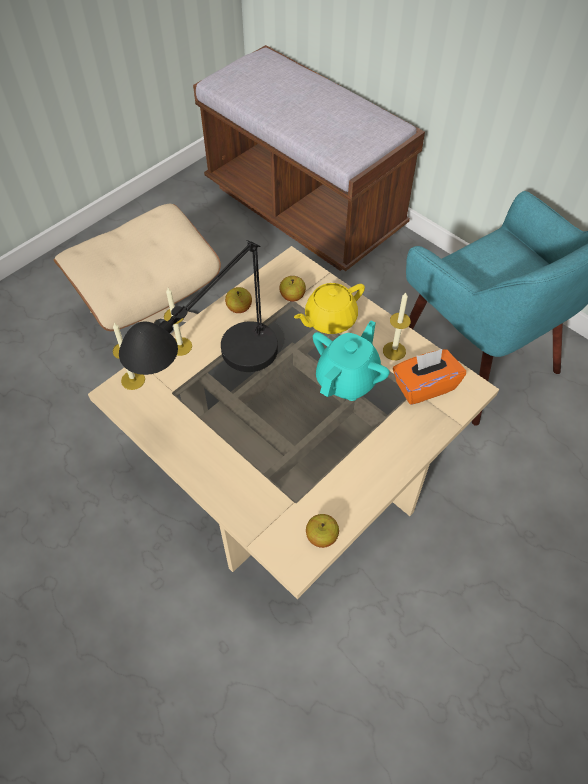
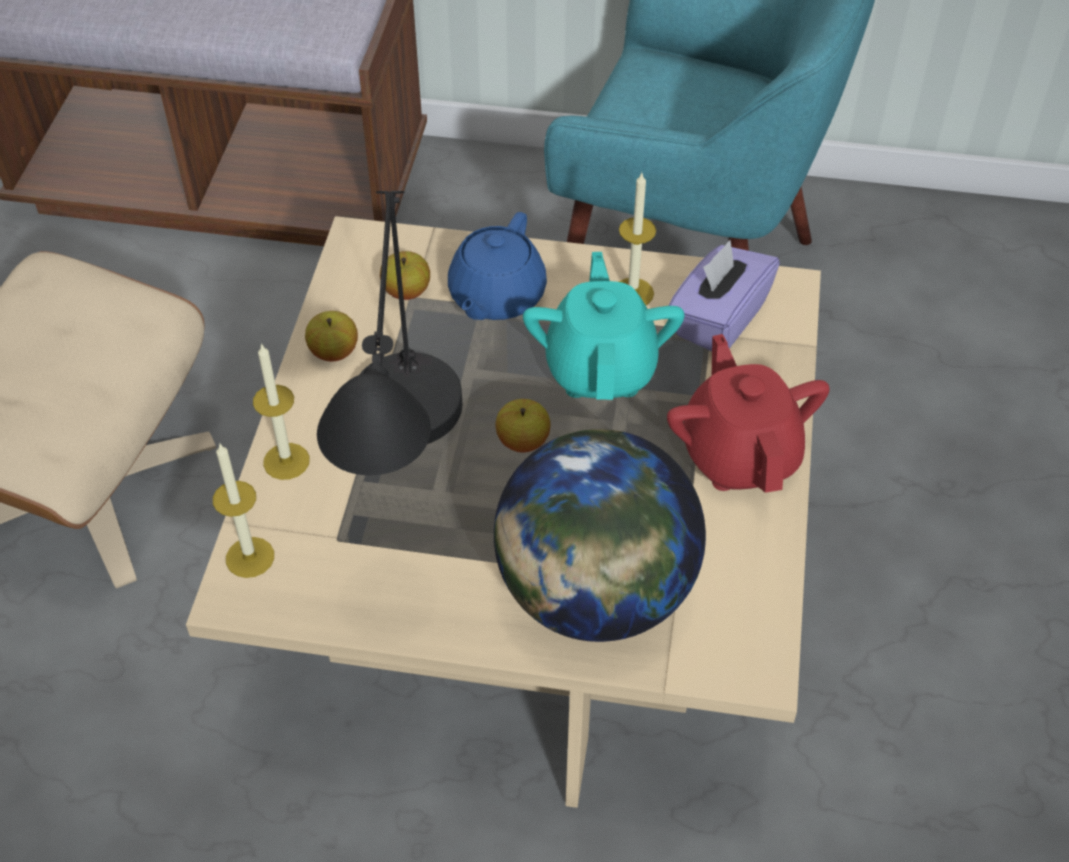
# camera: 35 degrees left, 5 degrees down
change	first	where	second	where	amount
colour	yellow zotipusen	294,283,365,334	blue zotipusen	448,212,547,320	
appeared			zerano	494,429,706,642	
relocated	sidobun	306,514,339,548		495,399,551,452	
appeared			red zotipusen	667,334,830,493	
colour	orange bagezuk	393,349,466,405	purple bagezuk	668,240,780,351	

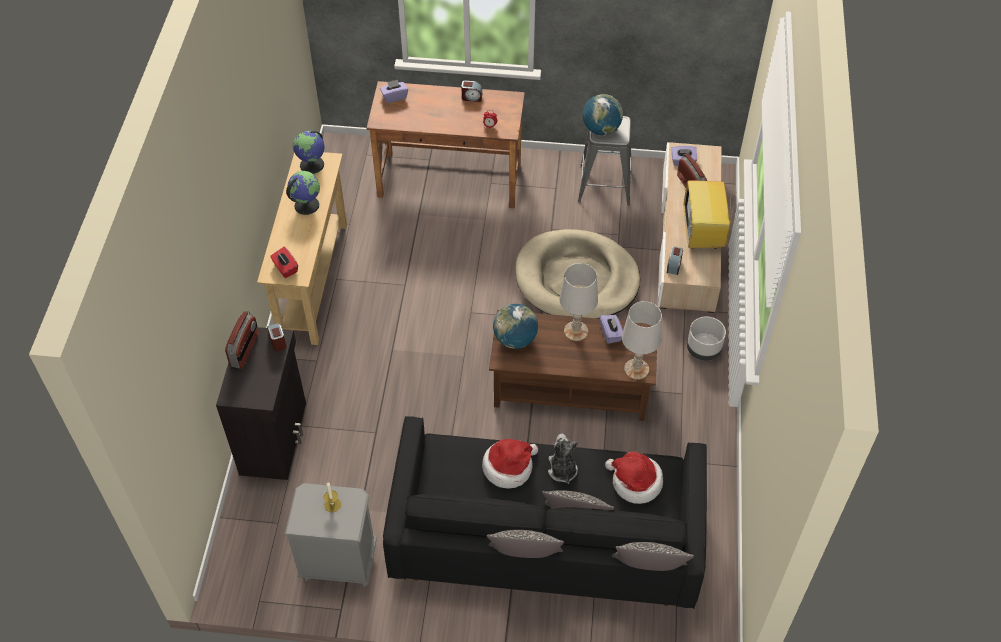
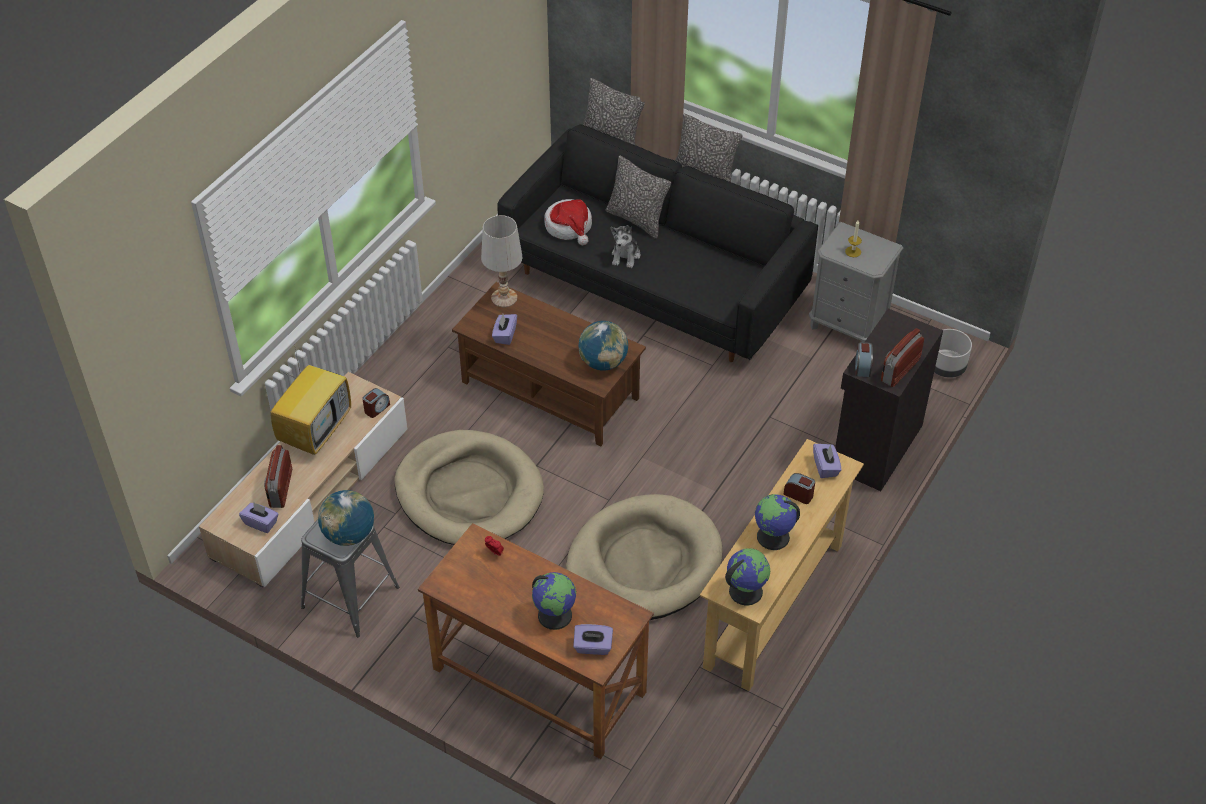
# camera: 155 degrees left, 5 degrees down
change	first	where	second	where	amount
appeared			zerano	532,572,576,630	
appeared			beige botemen	566,494,723,620	
relocated	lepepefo	461,81,482,102		783,473,815,504	
colour	red bagezuk	270,247,298,278	purple bagezuk	813,444,842,478	
relocated	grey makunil	687,316,726,361		934,329,972,378	
missing	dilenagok	482,439,538,489			
missing	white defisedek	559,263,598,341			

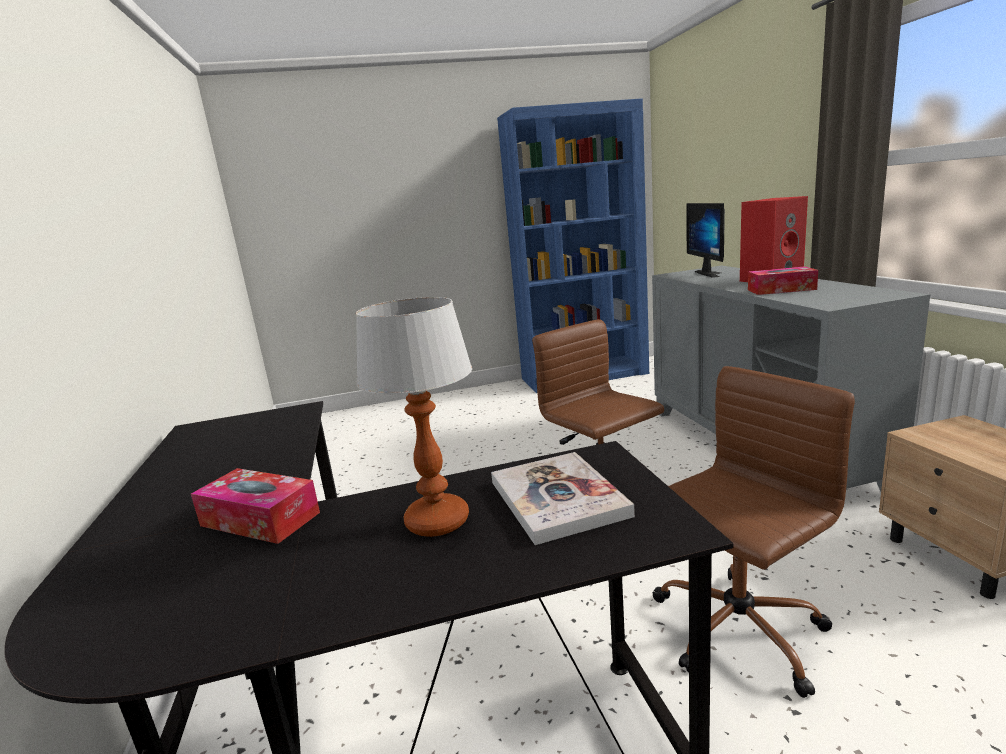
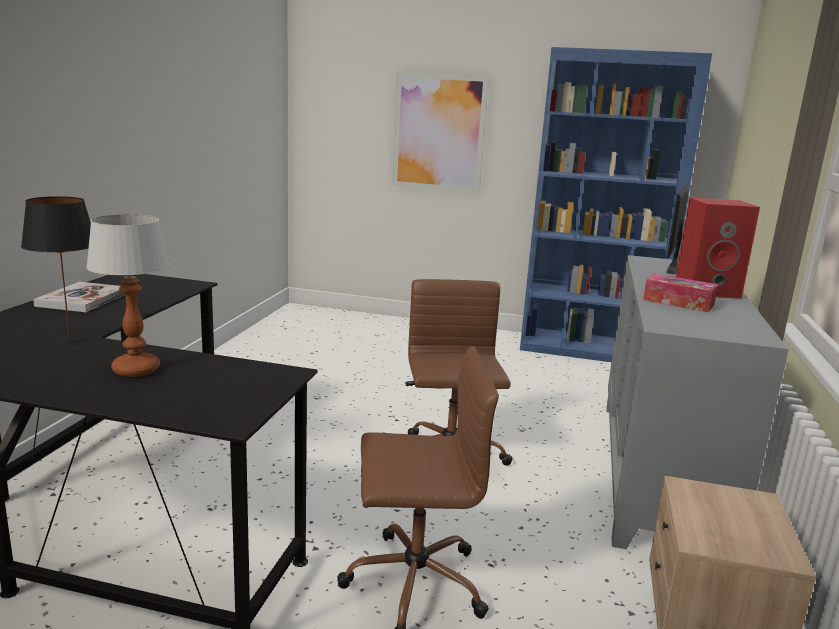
# camera: 25 degrees right, 0 degrees up
change	first	where	second	where	amount
exchanged	bagezuk	191,468,320,544	black defisedek	21,196,91,343	
relocated	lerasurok	491,452,635,545		33,282,125,312	
appeared			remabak	392,72,489,193	

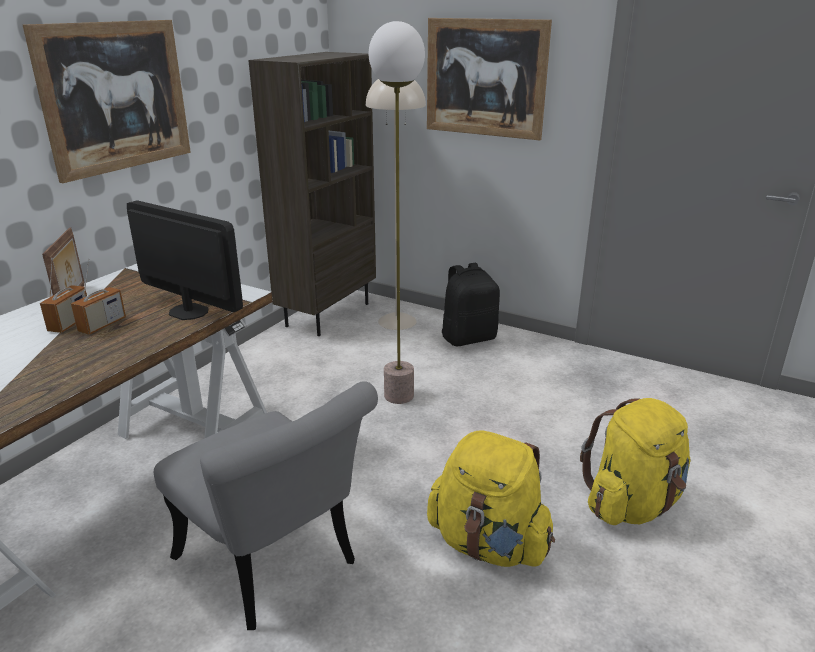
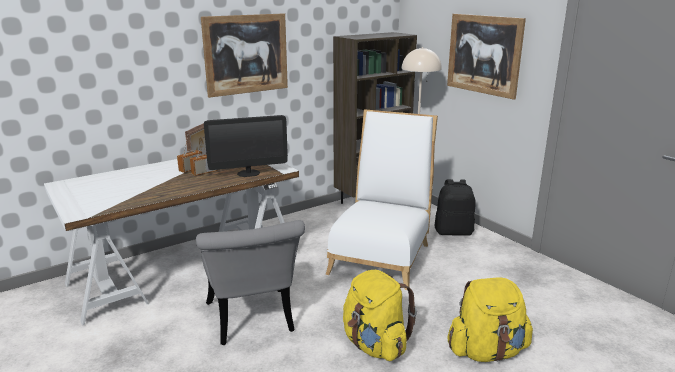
# camera: 25 degrees right, 5 degrees down
change	first	where	second	where	amount
spun	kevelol	127,200,243,320		204,115,288,177	105 degrees clockwise
exchanged	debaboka	369,21,425,404	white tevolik	326,109,438,290	

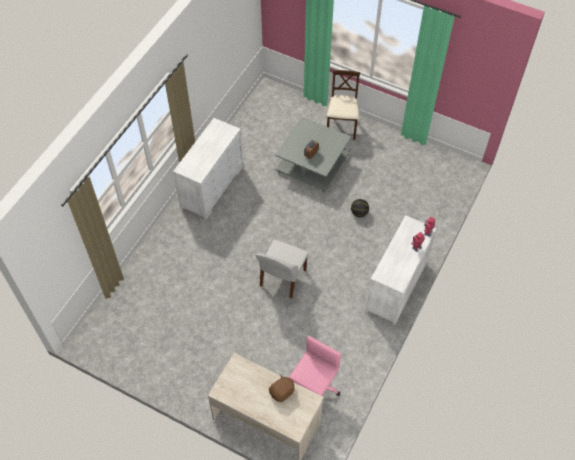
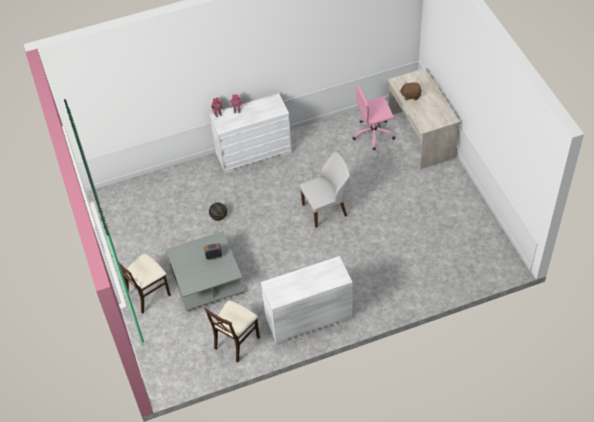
# camera: 135 degrees left, 5 degrees down
change	first	where	second	where	amount
appeared			beige tevolik	205,300,260,363	

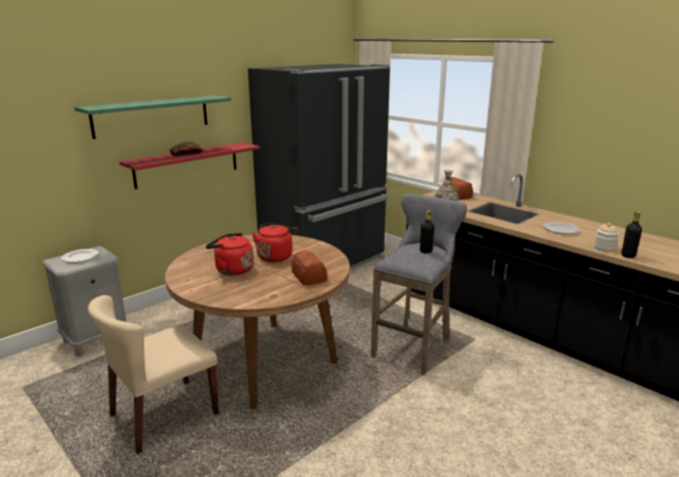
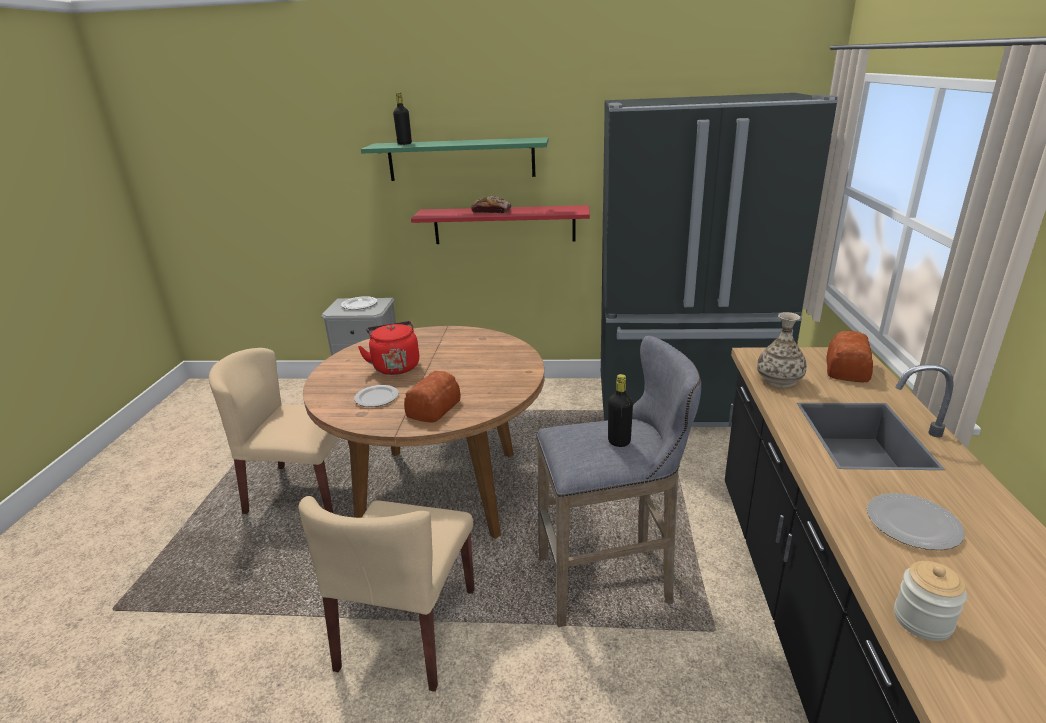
# camera: 50 degrees right, 5 degrees up
change	first	where	second	where	amount
appeared			beige tevolik	298,496,475,692	
appeared			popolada	354,385,399,407	
relocated	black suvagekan	621,211,642,258		393,92,412,145	
missing	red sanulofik	252,223,298,262			

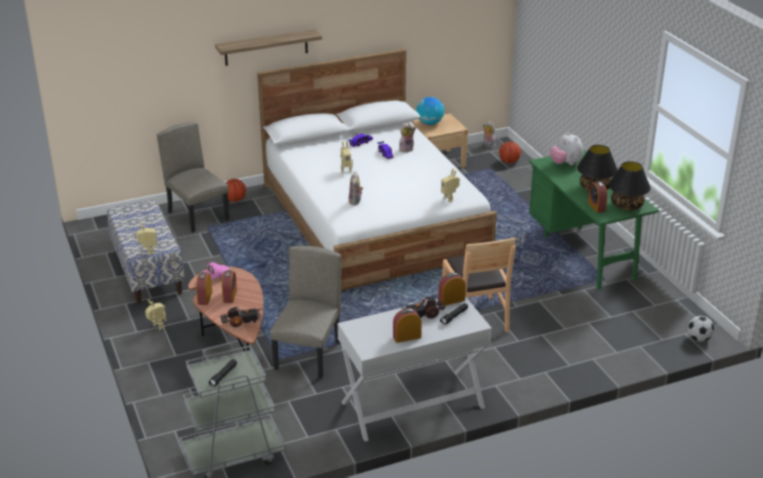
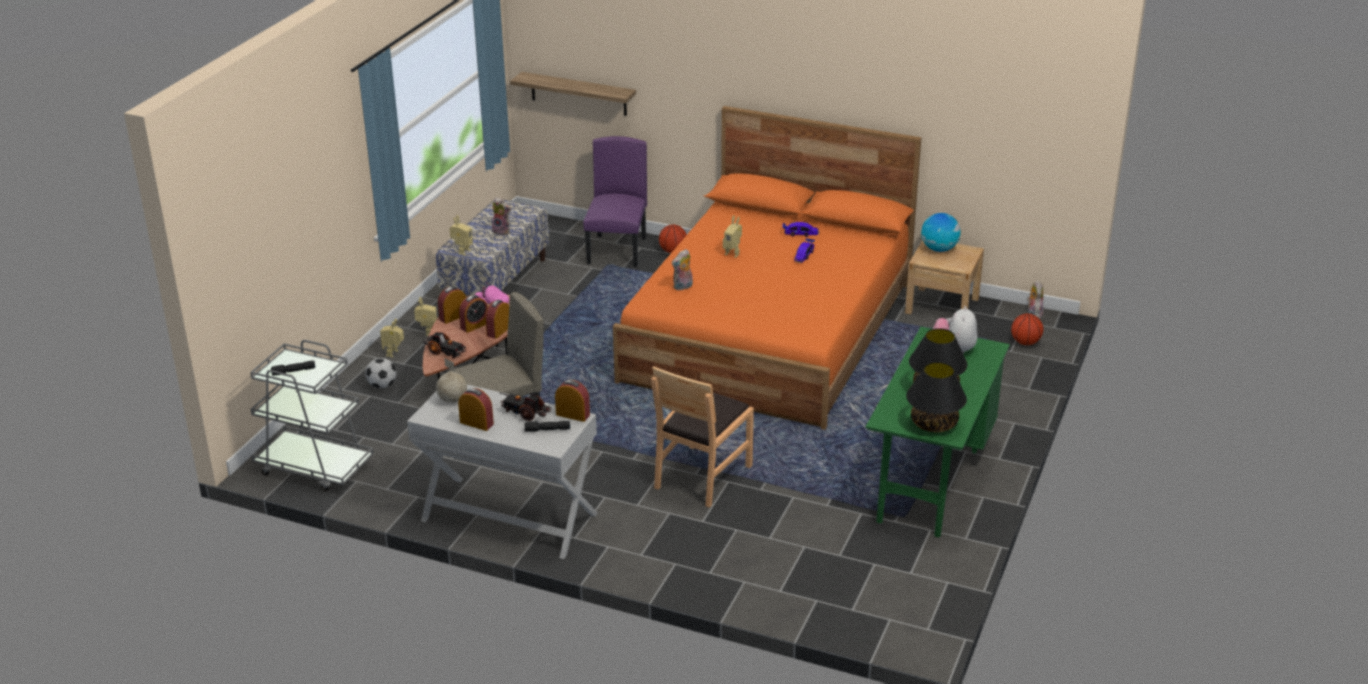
# camera: 45 degrees right, 0 degrees up
change	first	where	second	where	amount
relocated	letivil	688,316,714,342		366,358,396,388	
relocated	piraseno	441,169,460,202		380,319,404,357	
appeared			zerano	436,358,467,403	
relocated	lepepefo	588,181,607,213		485,300,509,339	
relocated	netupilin	399,123,416,152		492,197,511,236	
relocated	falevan	215,29,322,66		510,72,636,116	
colour	beige tevolik	157,122,229,233	purple tevolik	583,136,647,267	
colour	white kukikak	257,49,497,291	orange kukikak	613,106,921,430	

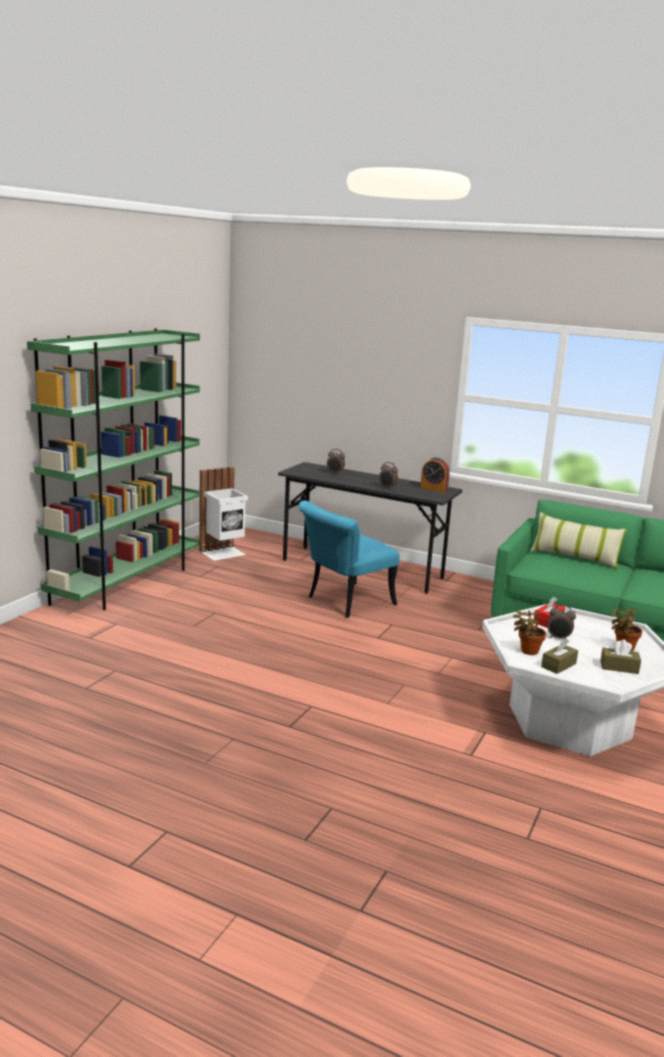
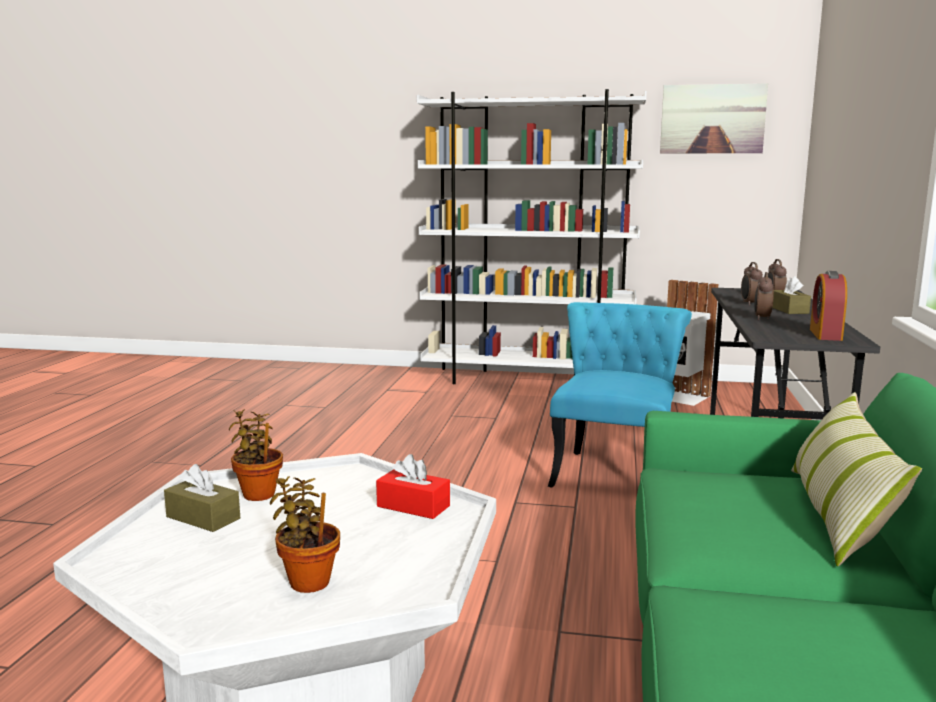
# camera: 75 degrees right, 5 degrees down
change	first	where	second	where	amount
colour	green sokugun	27,328,200,610	white sokugun	417,89,647,384	
spun	turquoise tevolik	298,500,400,618		548,302,692,488	75 degrees clockwise
appeared			remabak	660,83,768,153	
relocated	lepepefo	547,605,576,639		741,262,763,306	
relocated	brown bagezuk	600,640,641,674		773,276,811,314	

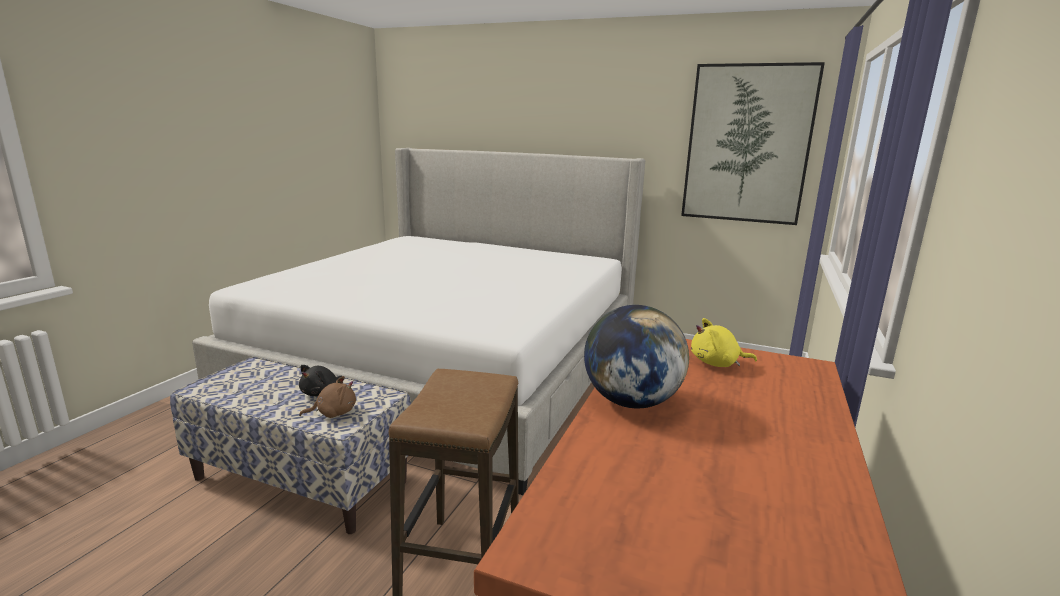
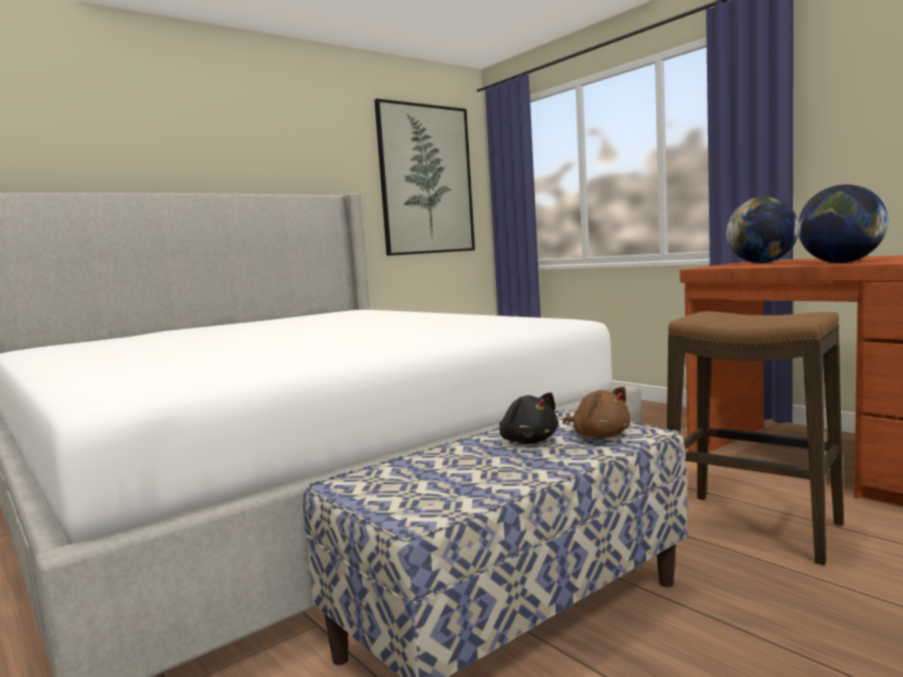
# camera: 60 degrees left, 10 degrees down
change	first	where	second	where	amount
spun	brown netupilin	299,376,356,418		563,386,631,438	135 degrees clockwise
exchanged	yellow netupilin	691,318,757,367	zerano	726,197,798,263	

